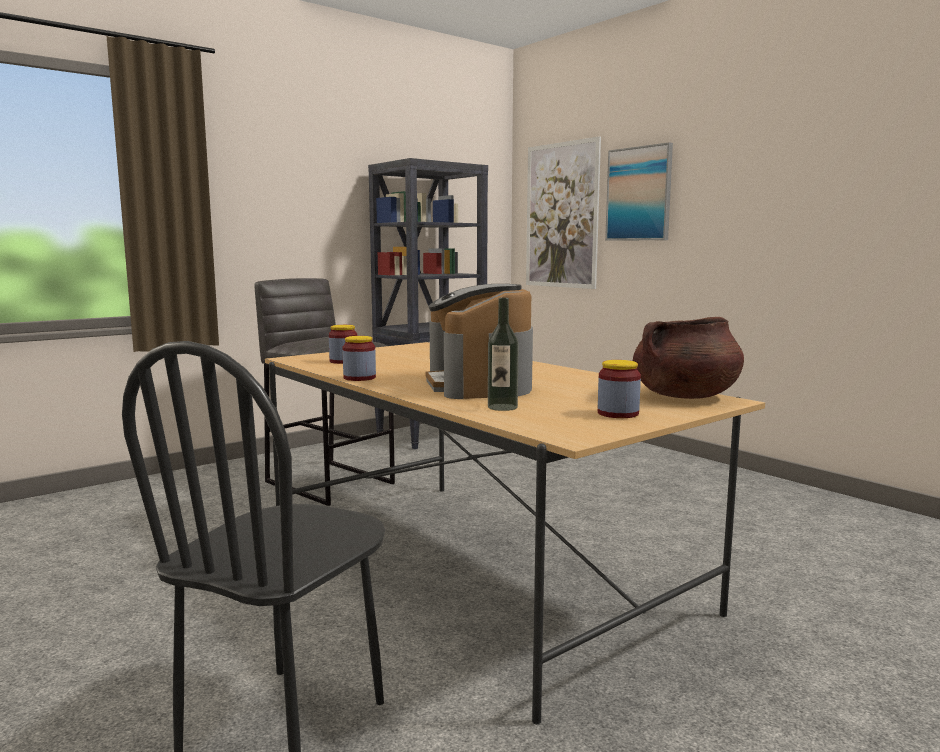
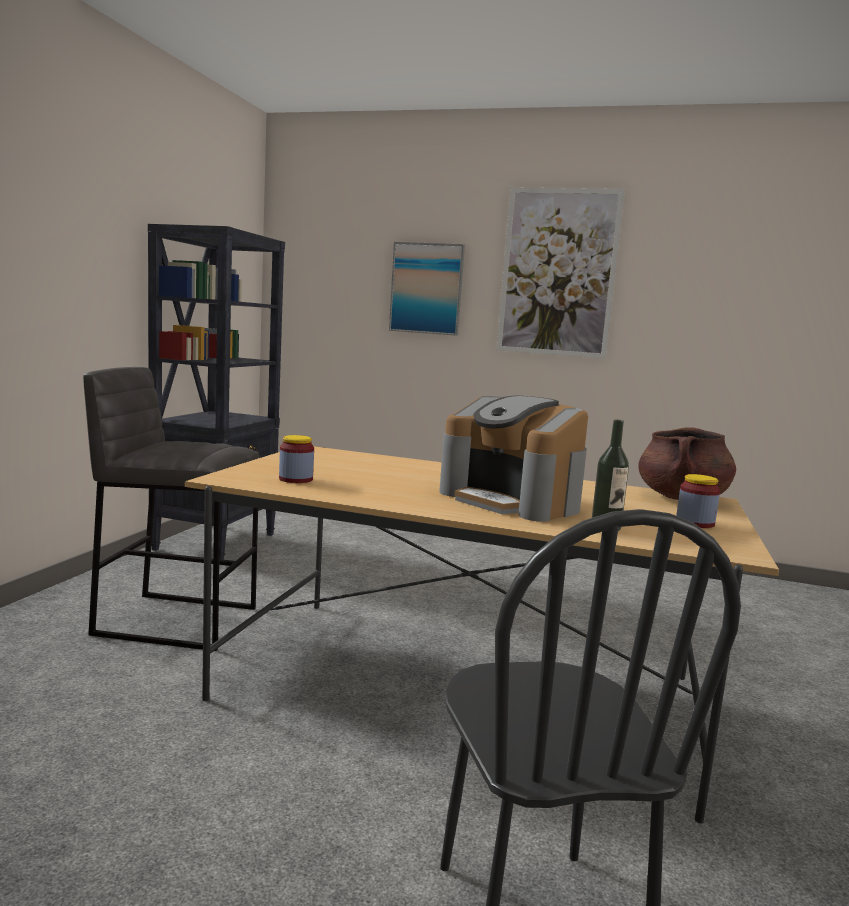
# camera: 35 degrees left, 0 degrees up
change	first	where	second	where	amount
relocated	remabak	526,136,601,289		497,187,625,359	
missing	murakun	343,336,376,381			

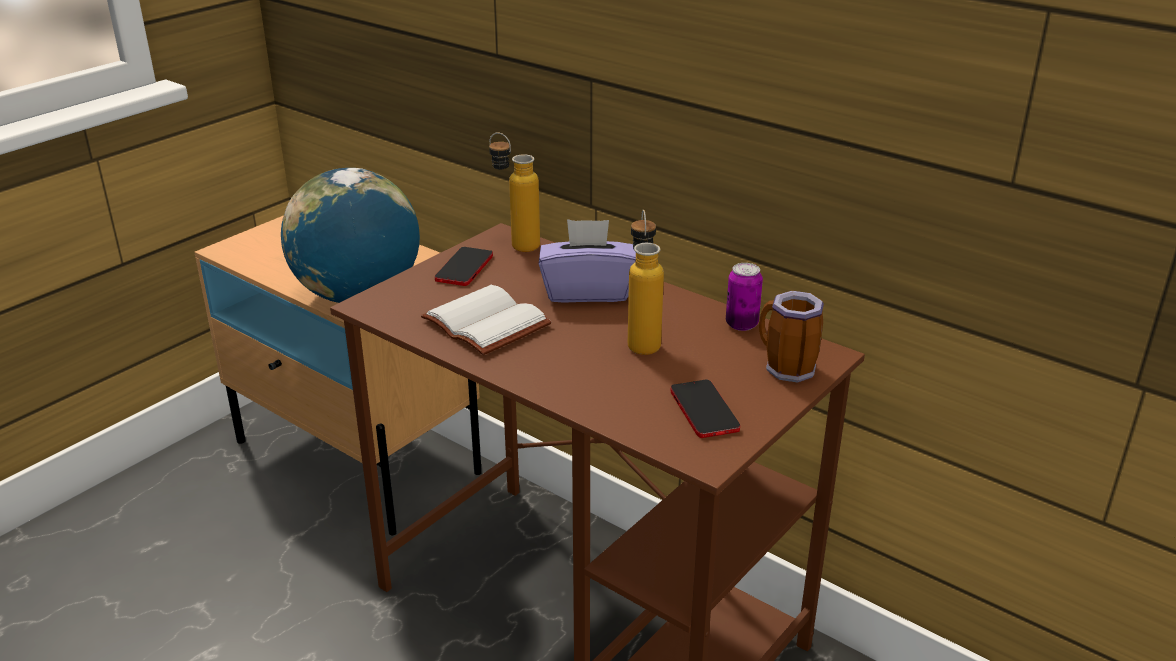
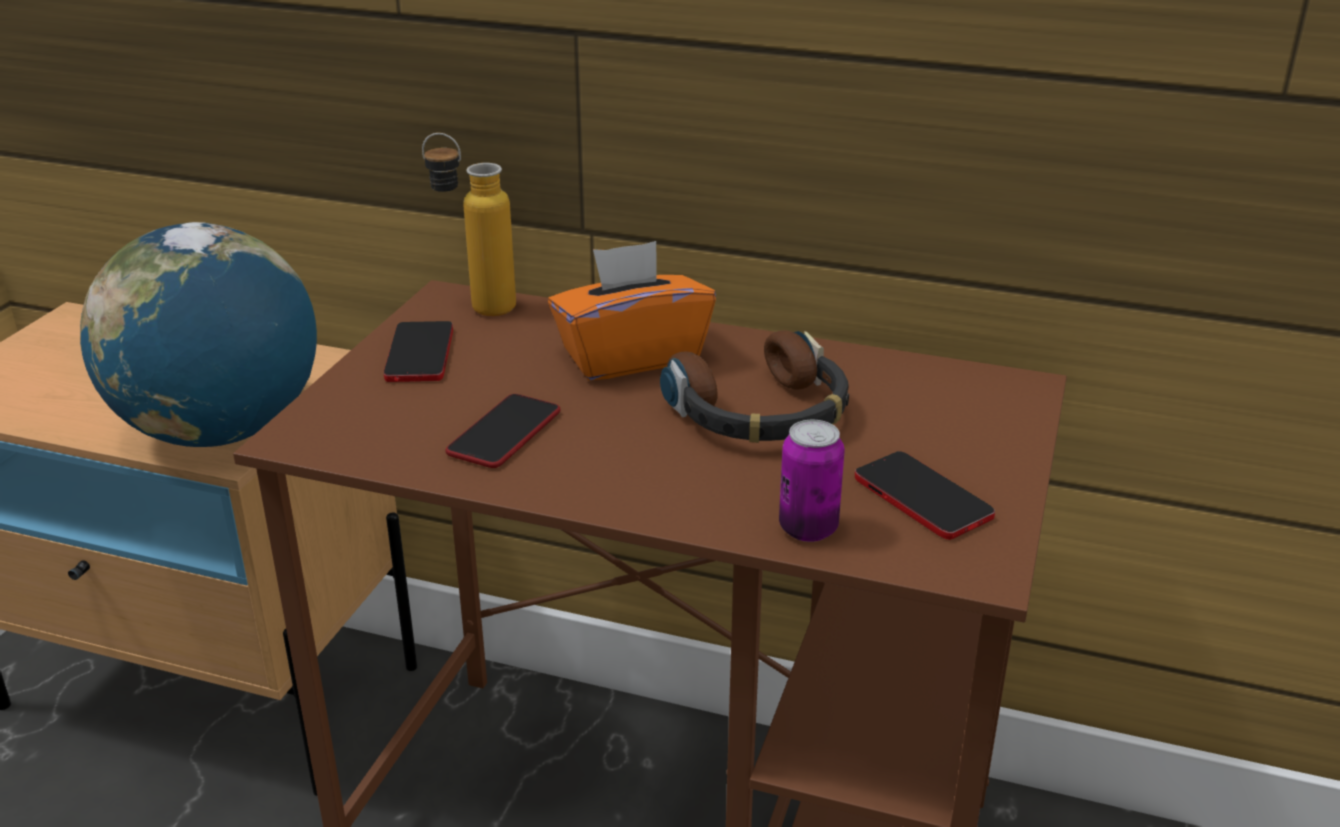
# camera: 20 degrees left, 0 degrees up
change	first	where	second	where	amount
exchanged	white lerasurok	421,285,552,355	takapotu	445,394,561,468	
colour	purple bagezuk	539,219,636,303	orange bagezuk	548,241,716,381	
exchanged	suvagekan	628,209,664,355	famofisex	660,330,849,443	
relocated	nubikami	726,263,763,331		779,420,845,542	
missing	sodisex	759,291,824,383			

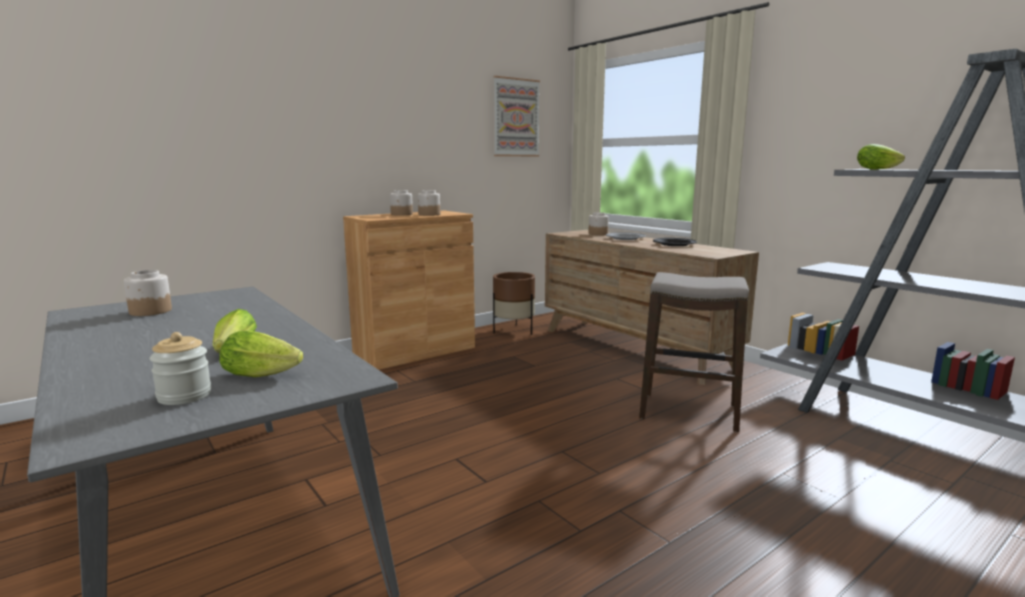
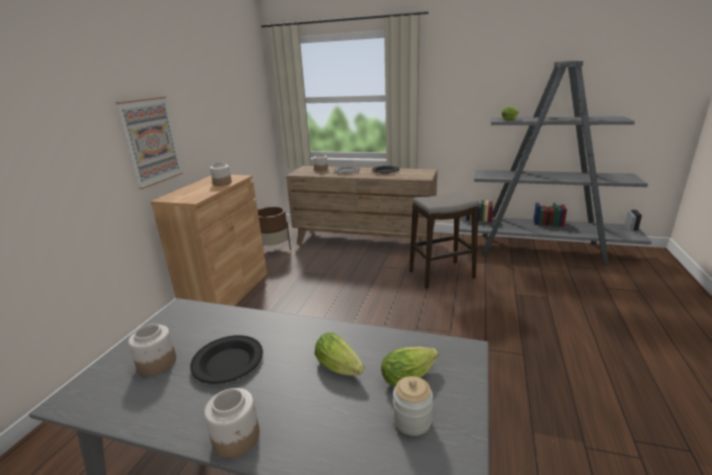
# camera: 35 degrees left, 10 degrees up
change	first	where	second	where	amount
relocated	remabak	494,76,540,156		116,96,183,189	
appeared			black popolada	190,335,263,384	
relocated	murakun	390,190,413,215		204,388,260,458	

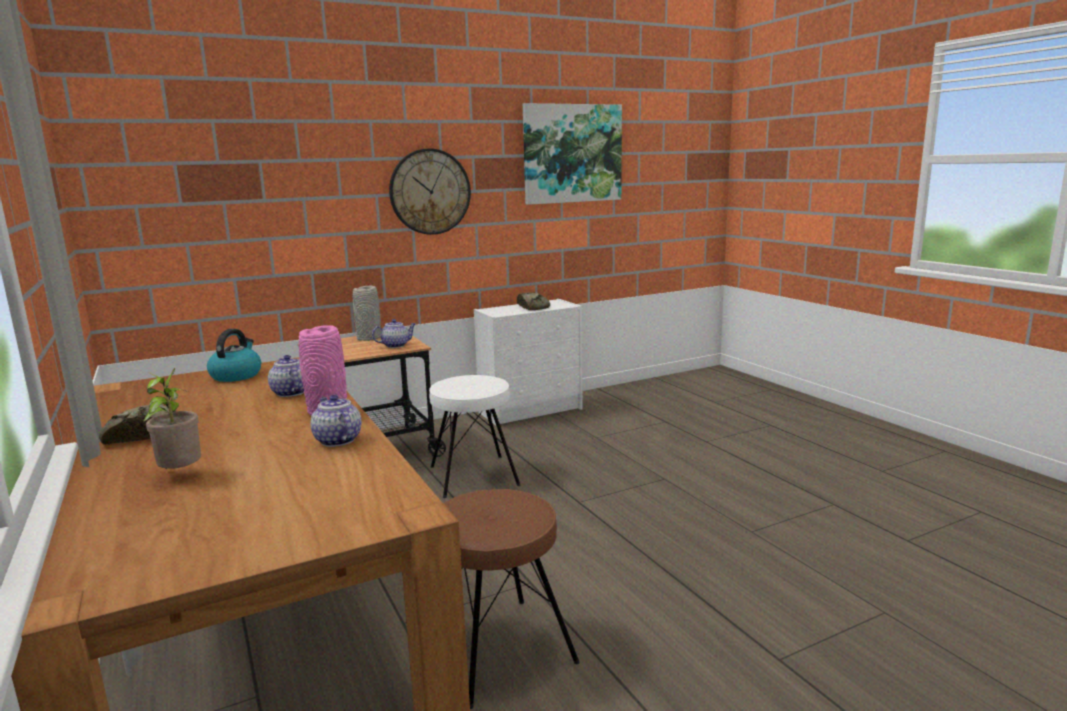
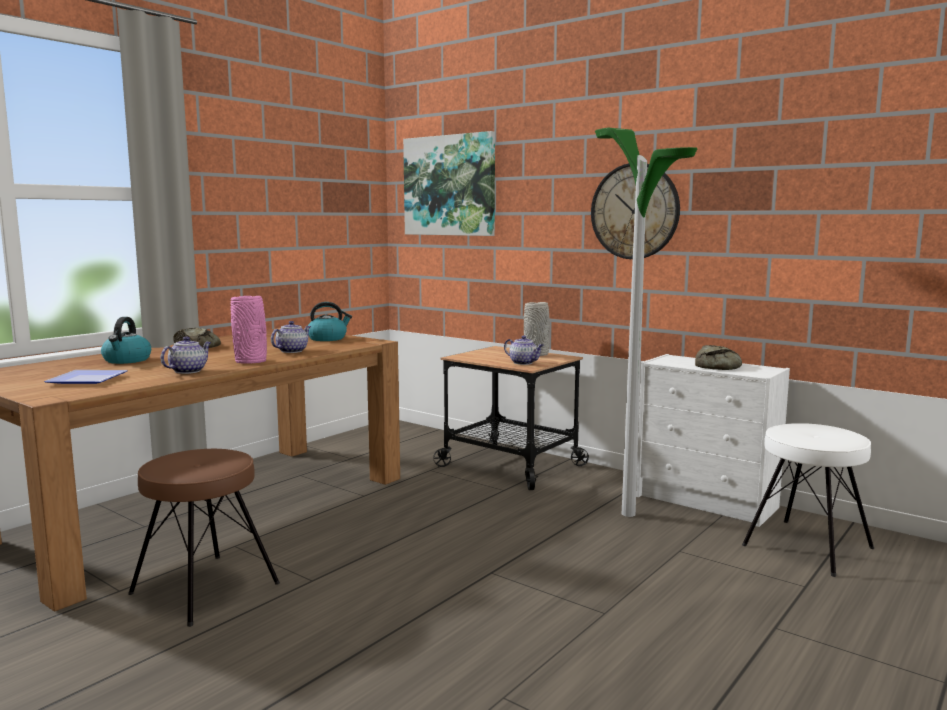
# camera: 65 degrees right, 5 degrees down
change	first	where	second	where	amount
appeared			popolada	44,370,128,384	
exchanged	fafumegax	143,368,201,469	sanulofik	101,317,151,364	
relocated	remabak	523,103,622,205		403,131,495,236	
appeared			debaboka	595,128,697,517	
relocated	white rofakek	429,375,521,498		742,423,874,577	

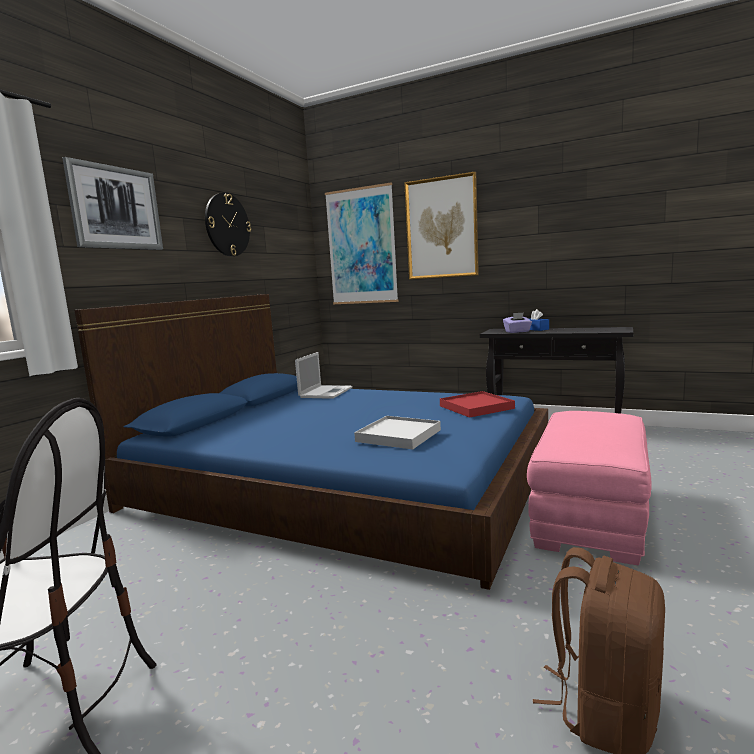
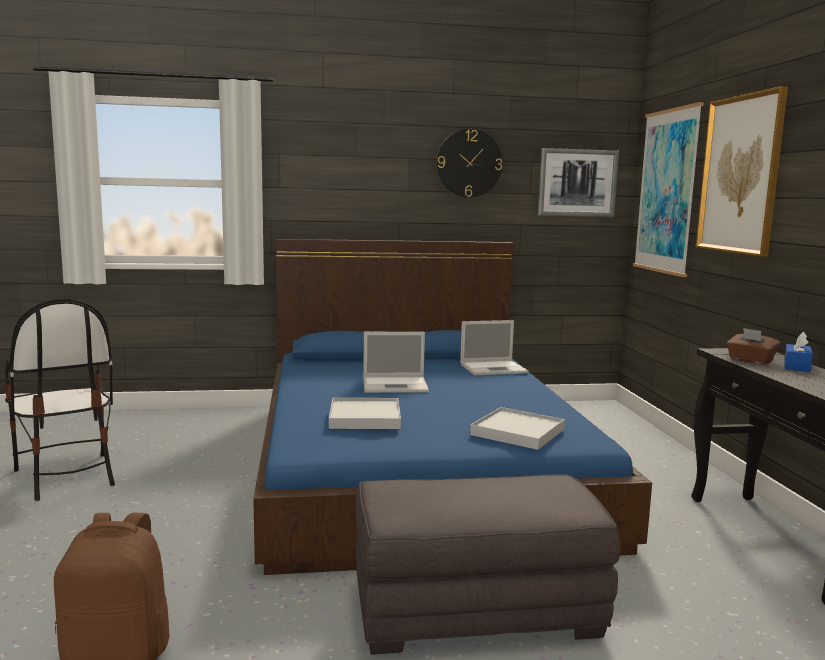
# camera: 55 degrees right, 0 degrees up
change	first	where	second	where	amount
colour	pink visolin	527,411,652,565	grey visolin	355,475,620,655	
appeared			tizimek	363,332,429,393	
colour	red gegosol	440,391,515,418	white gegosol	470,407,565,450	
relocated	remabak	62,157,163,250		538,148,619,217	
colour	purple bagezuk	503,312,532,333	brown bagezuk	727,328,779,365	

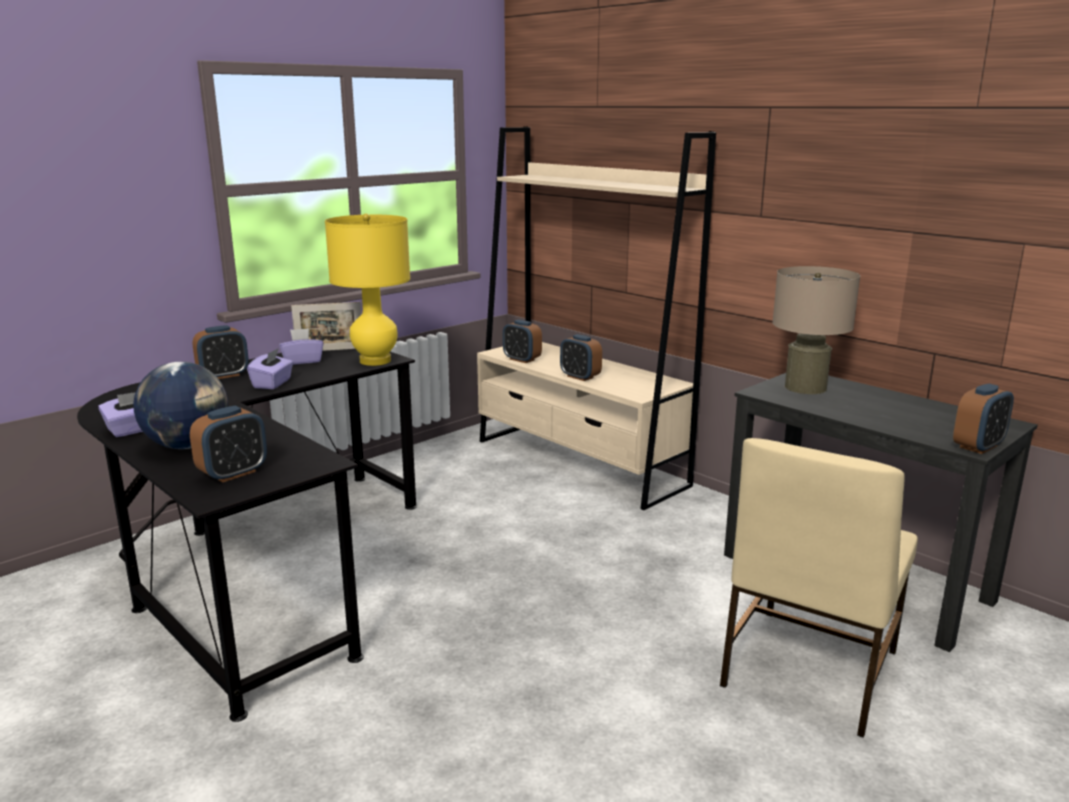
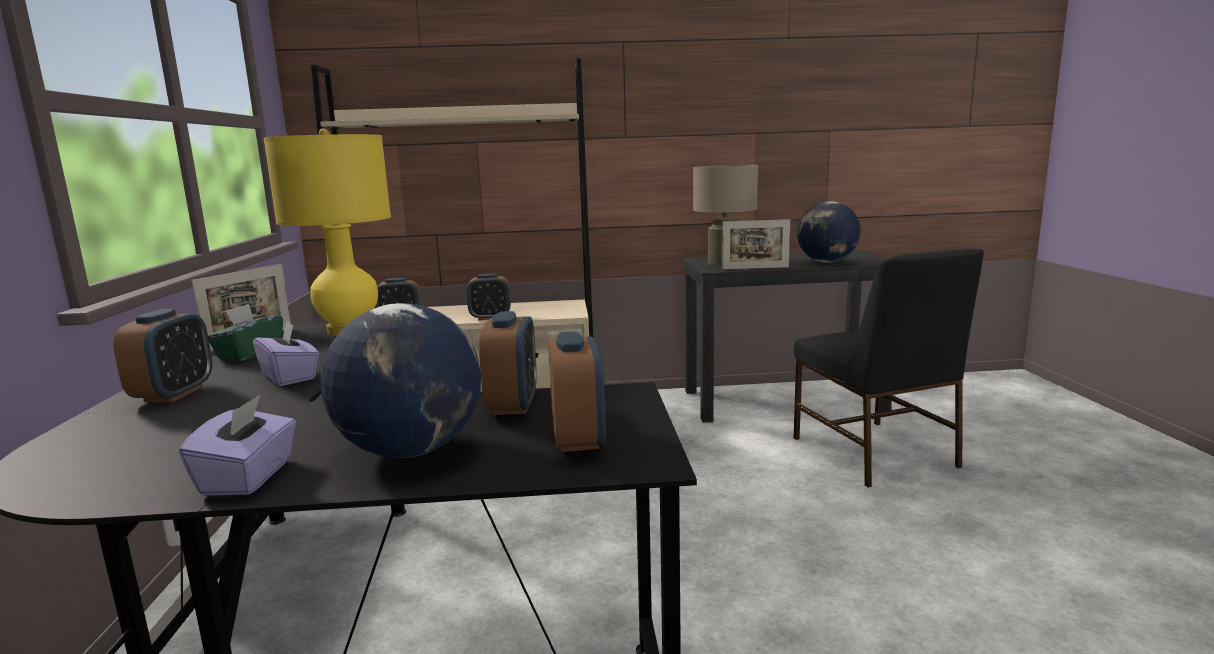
# camera: 50 degrees left, 5 degrees down
change	first	where	second	where	amount
colour	purple bagezuk	279,328,323,365	green bagezuk	208,304,283,361	
relocated	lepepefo	953,384,1014,454		479,311,537,415	
appeared			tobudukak	722,219,790,269	
colour	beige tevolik	720,438,918,738	black tevolik	793,248,984,487	
appeared			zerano	797,201,861,263	

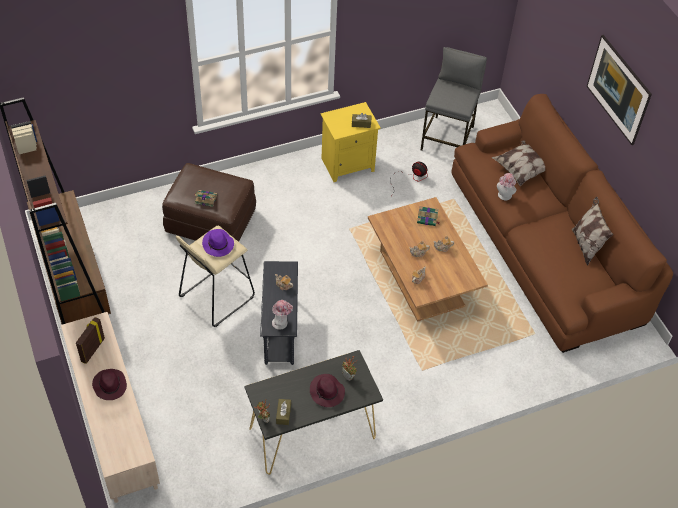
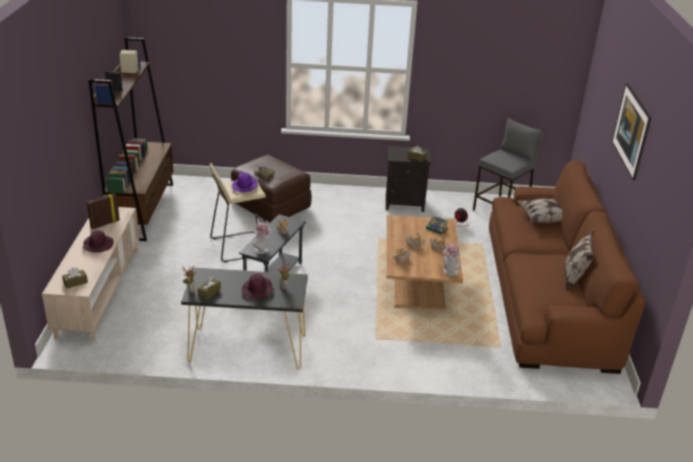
# camera: 25 degrees right, 20 degrees down
change	first	where	second	where	amount
appeared			brown bagezuk	62,267,88,288	
colour	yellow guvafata	321,102,381,182	black guvafata	386,146,431,212	
relocated	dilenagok	497,173,517,200		443,244,461,276	

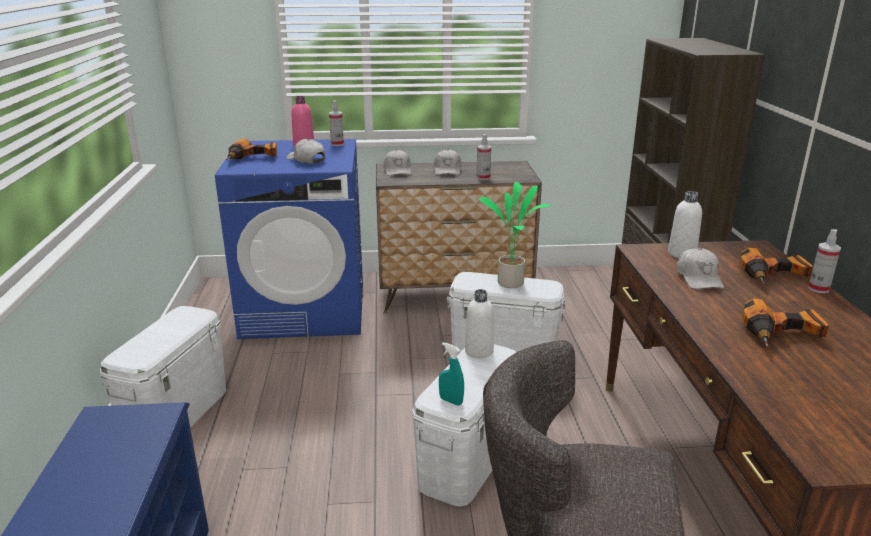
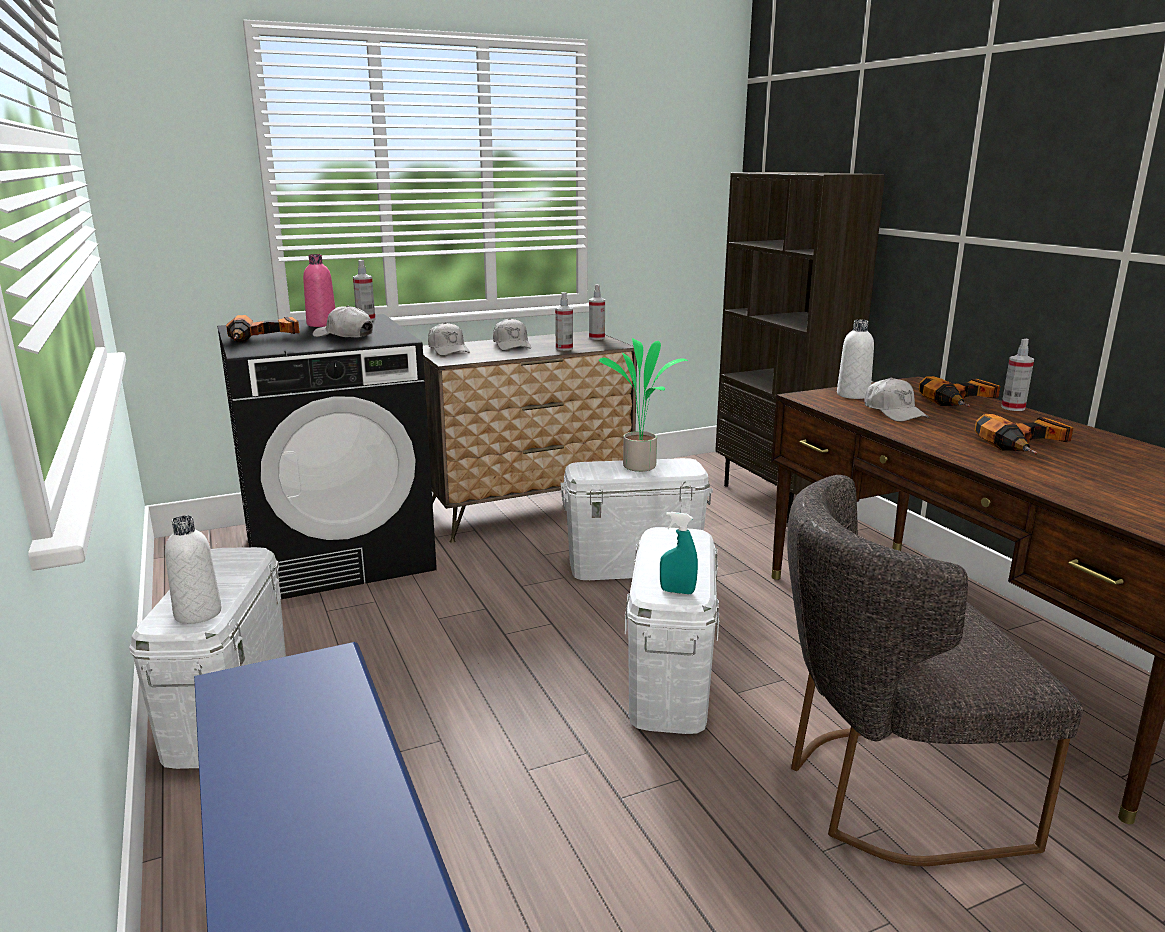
# camera: 20 degrees left, 5 degrees down
change	first	where	second	where	amount
relocated	white suvagekan	465,289,494,358		165,515,222,624	
colour	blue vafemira	215,139,363,339	black vafemira	217,314,437,599	
appeared			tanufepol	589,285,605,340	

